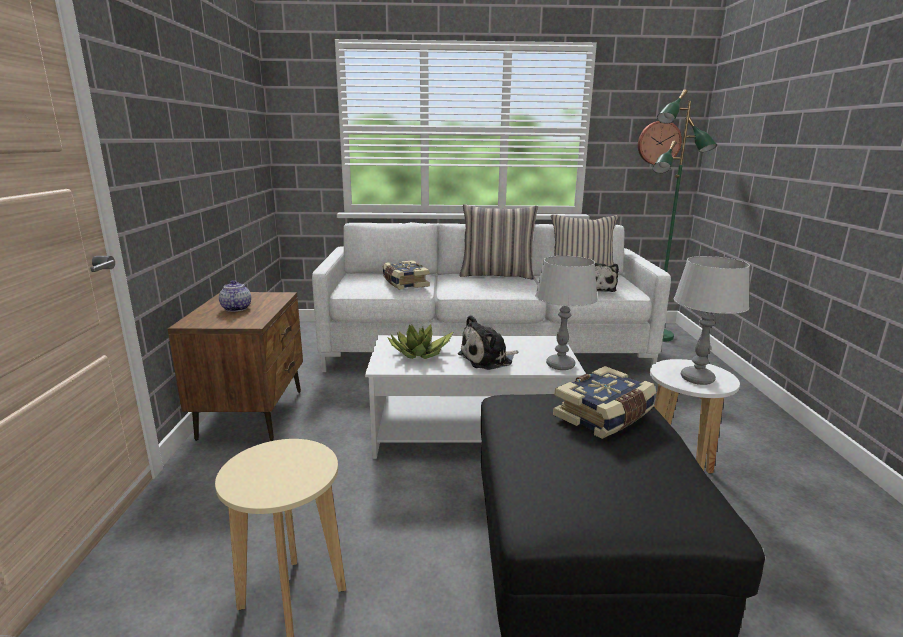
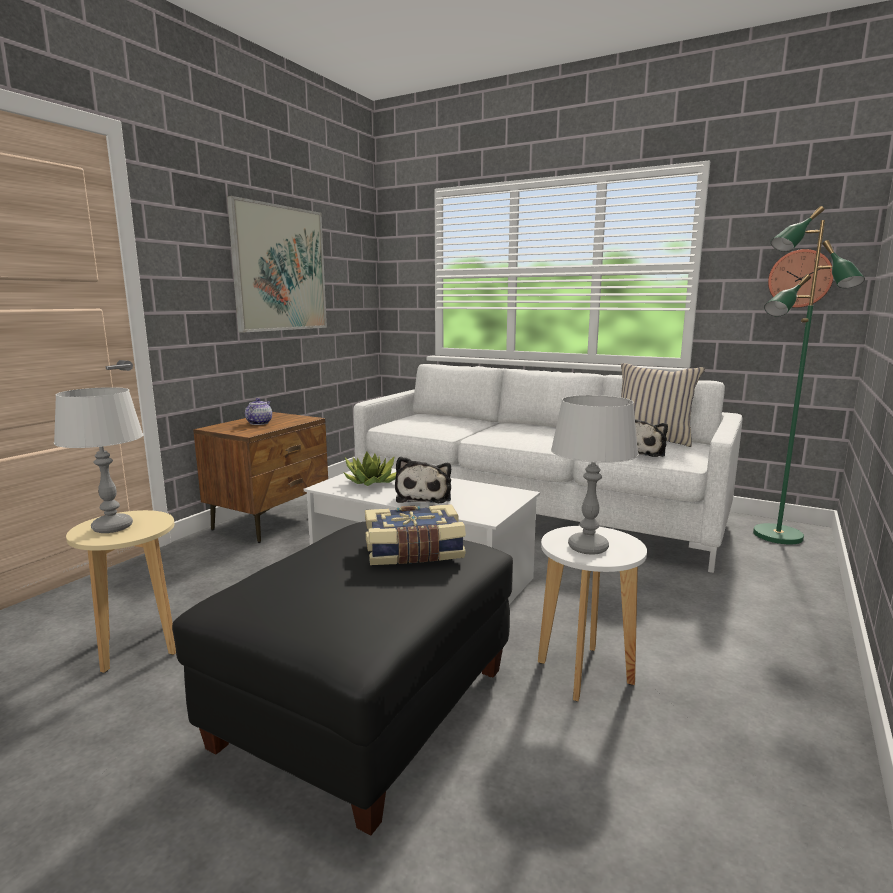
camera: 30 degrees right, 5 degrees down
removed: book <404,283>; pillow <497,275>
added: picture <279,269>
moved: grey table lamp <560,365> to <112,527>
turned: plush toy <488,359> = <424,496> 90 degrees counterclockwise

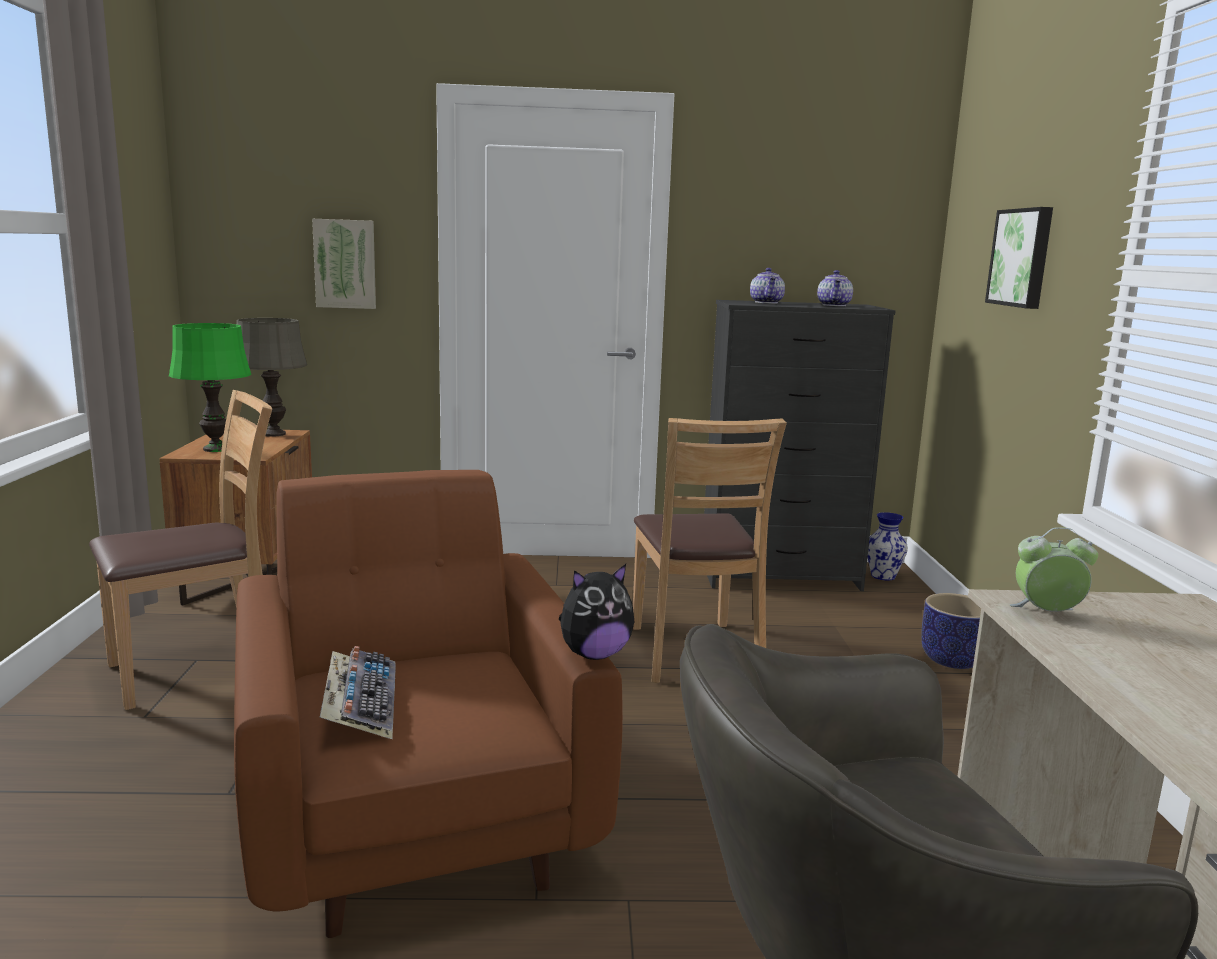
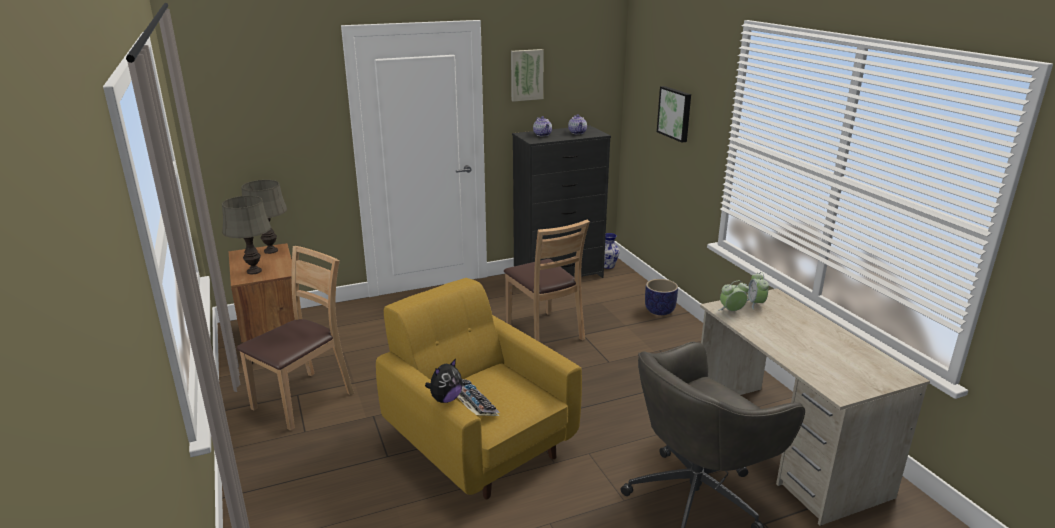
camera: 20 degrees left, 10 degrees up
added: alarm clock <755,304>
moved: picture <345,264> to <526,75>; plush toy <594,654> to <445,399>
recoloured: green table lamp <215,449> to grey table lamp <254,271>; brown armchair <415,812> to yellow armchair <478,442>

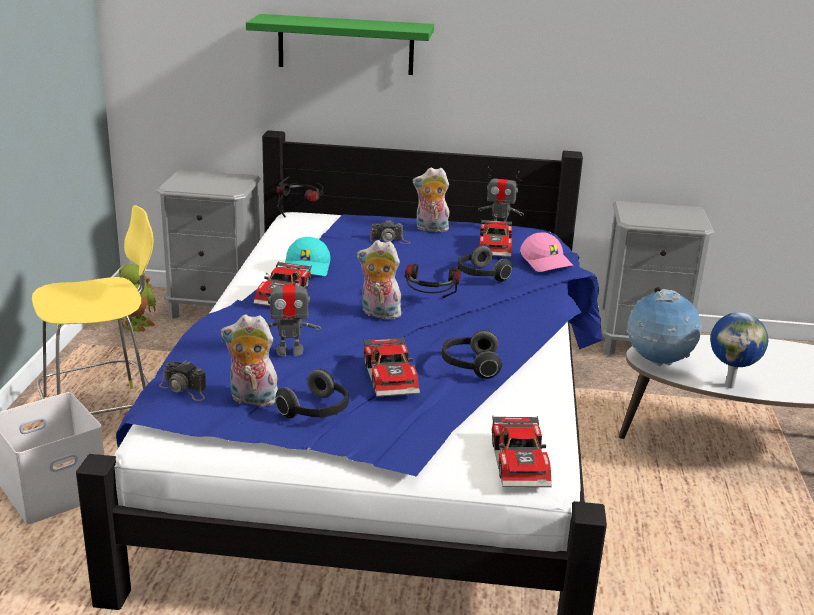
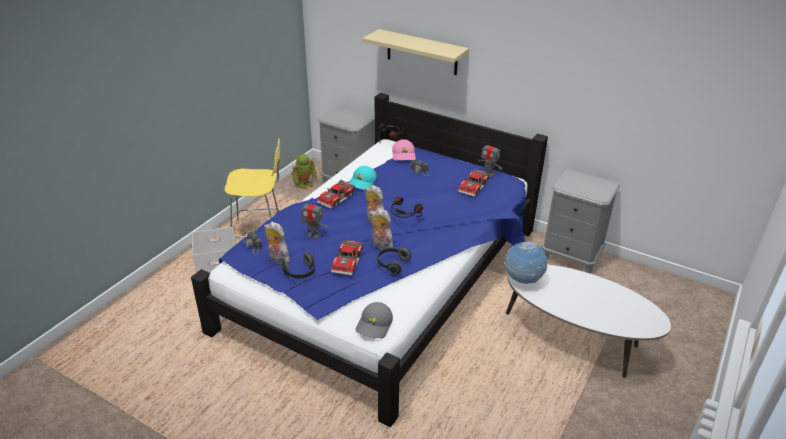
camera: 25 degrees right, 10 degrees up
removed: headphones <480,276>; globe <730,385>
moved: plush toy <430,229> to <380,245>; pink cap <547,262> to <404,155>
replaced: toy car <522,462> to grey cap <375,325>
recoloured: green shelf <345,44> to beige shelf <422,52>

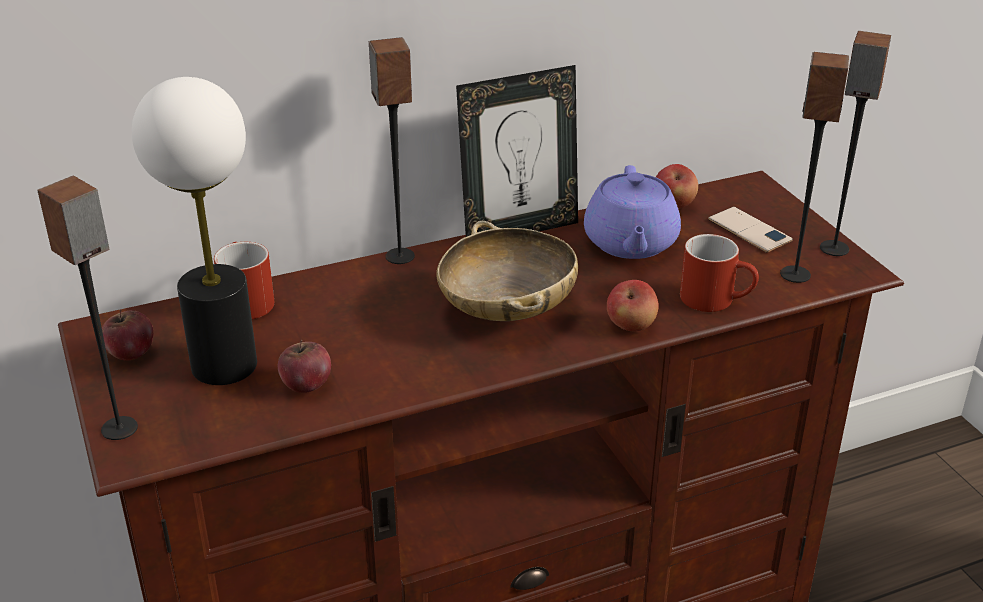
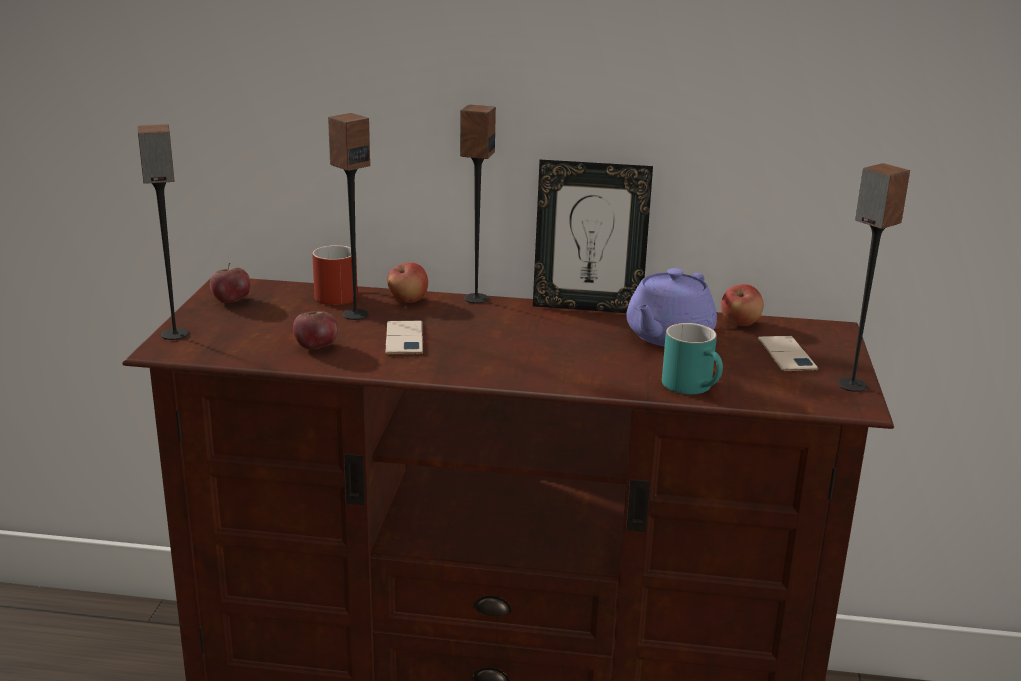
camera: 30 degrees right, 10 degrees down
removed: table lamp <223,365>; beige bowl <507,310>
added: phone <404,338>
moved: apple <631,326> to <408,300>; speaker <794,274> to <355,314>
recoloured: red mug <717,299> to turquoise mug <694,387>

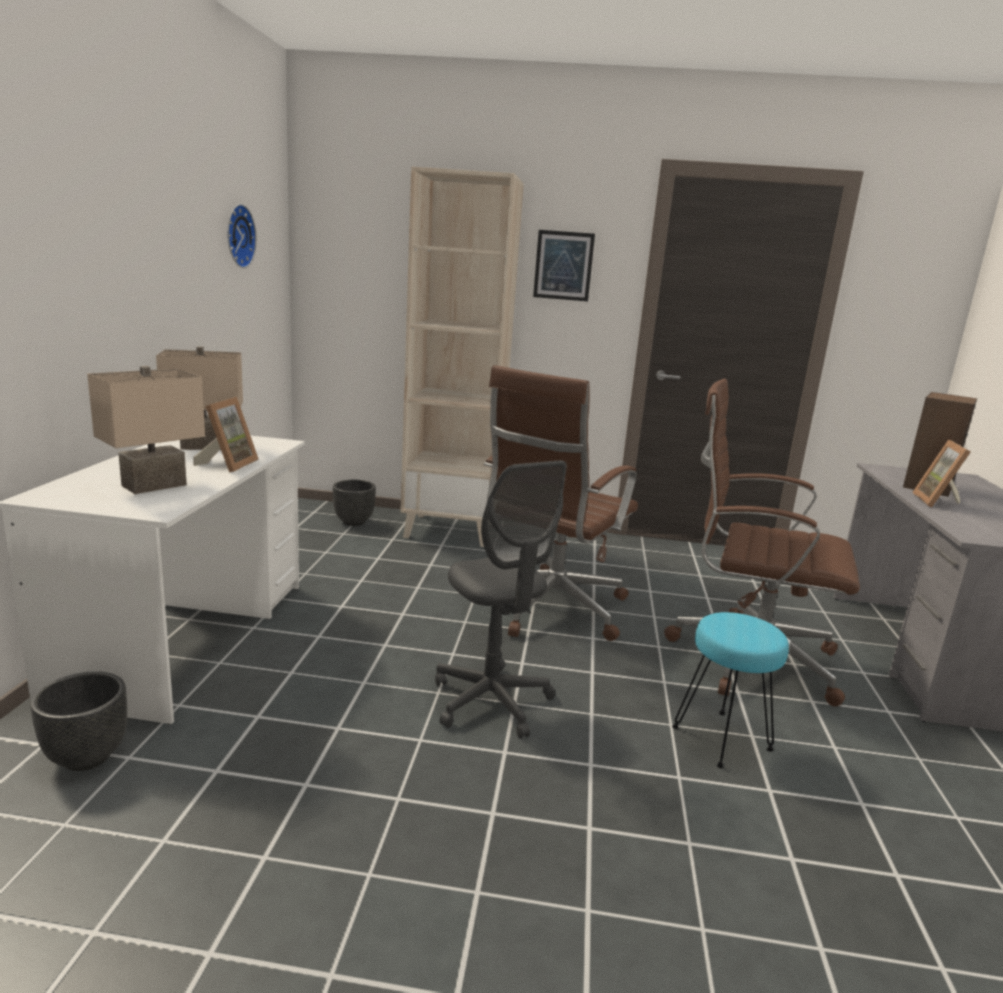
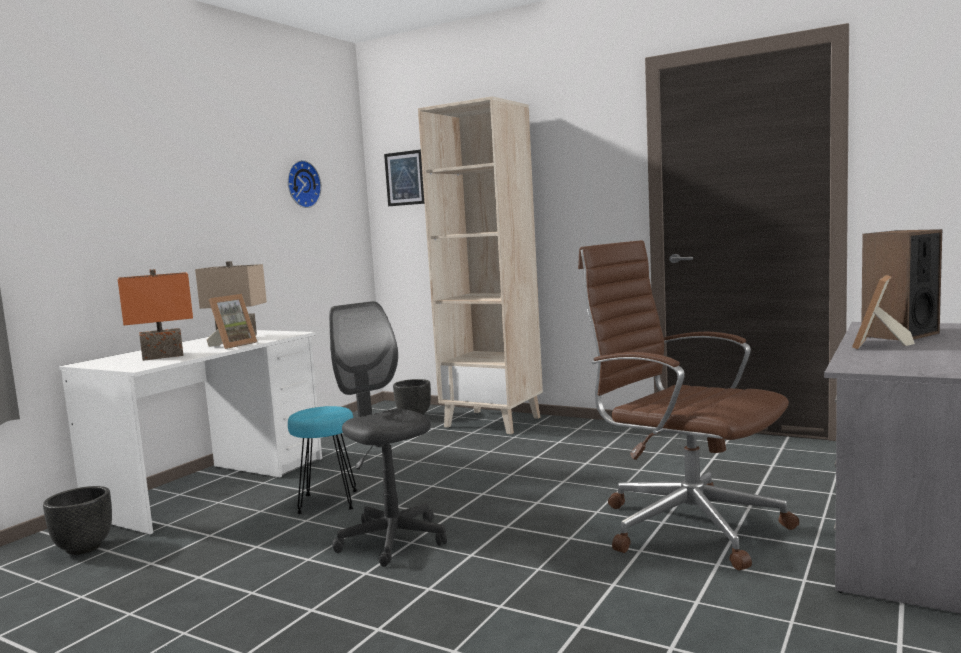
camera: 25 degrees right, 10 degrees down
removed: brown office chair <549,608>
moved: picture <563,265> to <404,178>; turquoise stool <722,740> to <328,502>
recoloured: beige table lamp <154,486> to orange table lamp <162,357>
turned: grey office chair <491,702> = <392,540> 150 degrees clockwise

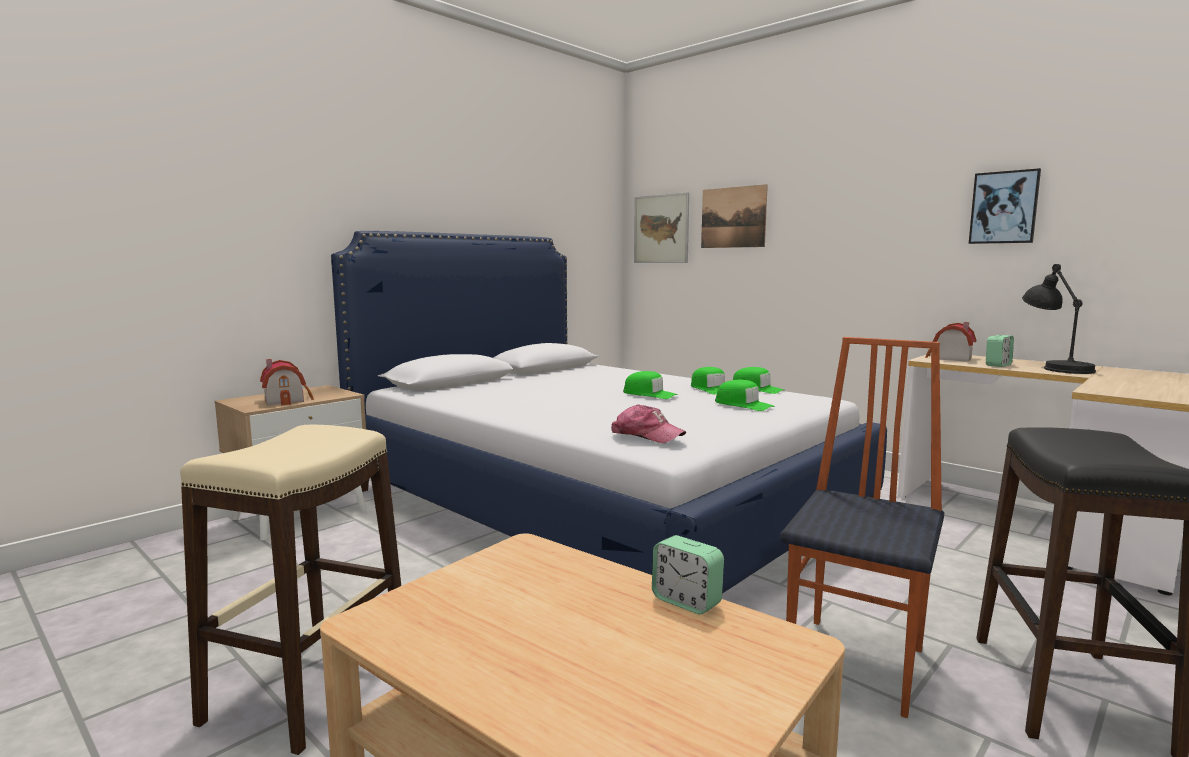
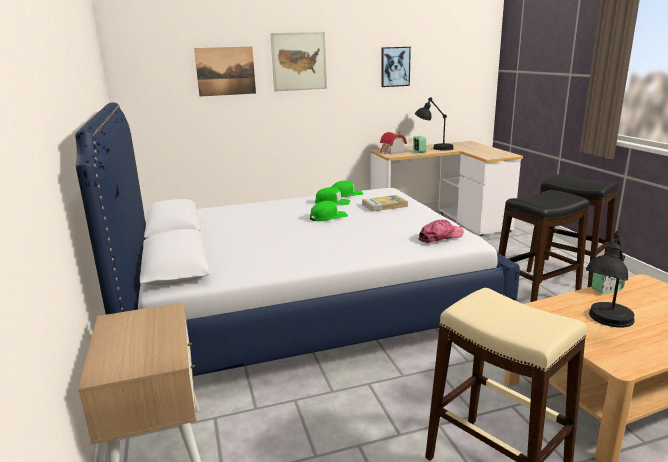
camera: 60 degrees left, 10 degrees up
removed: toy house <287,400>
added: black table lamp <605,324>
moved: picture <661,229> to <299,61>
replaced: green cap <743,405> to book <384,205>; chair <859,663> to black stool <535,299>

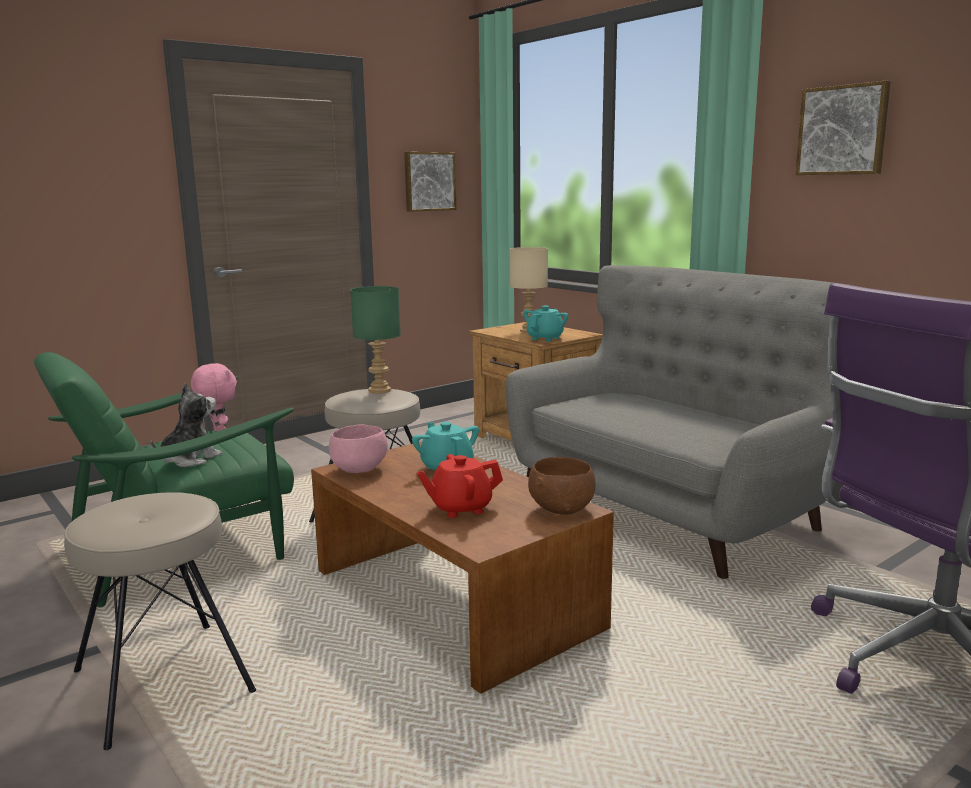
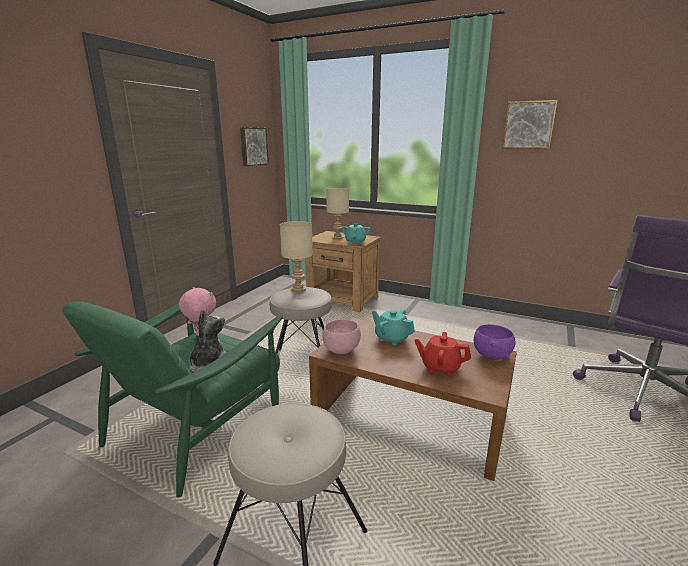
camera: 25 degrees left, 5 degrees up
removed: grey sofa <670,509>
recoloured: green table lamp <378,391> to beige table lamp <298,289>; brown bowl <562,509> to purple bowl <492,355>
turned: red teapot <460,508> = <440,367> 60 degrees clockwise

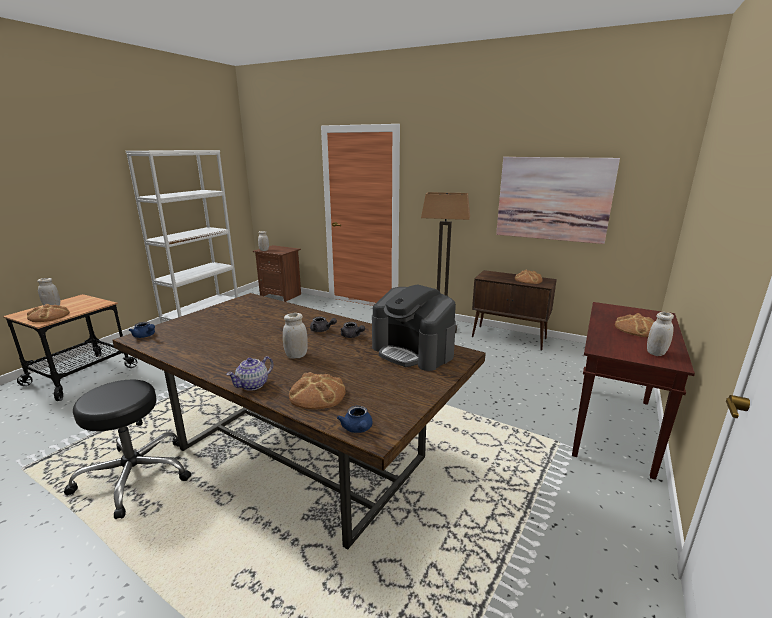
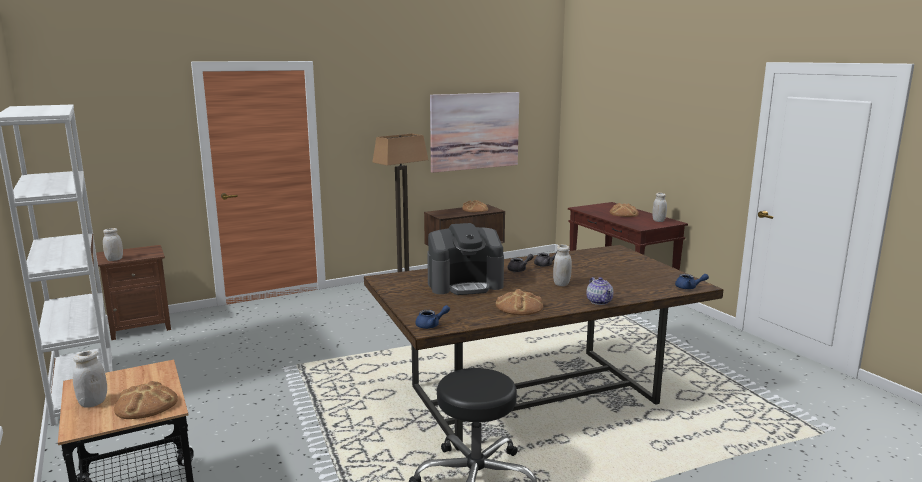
camera: 55 degrees left, 5 degrees down
moved: bread <317,394> to <519,307>; coffee machine <413,351> to <465,284>

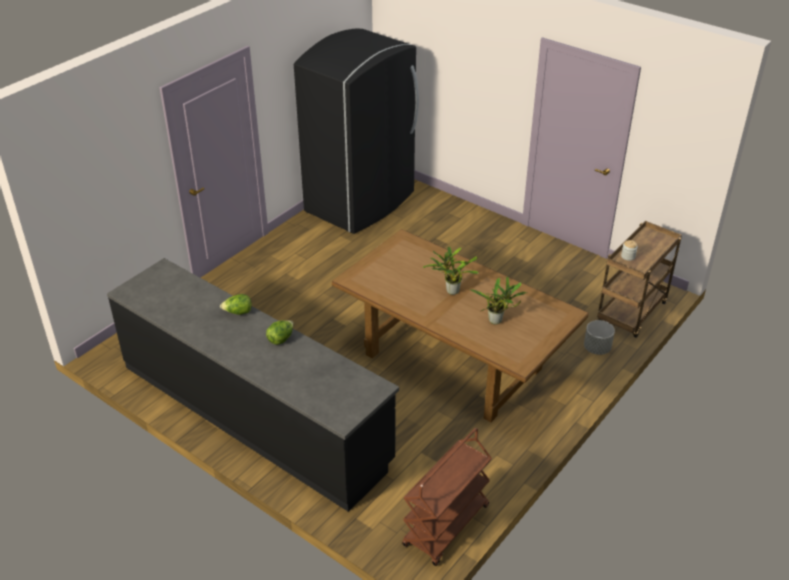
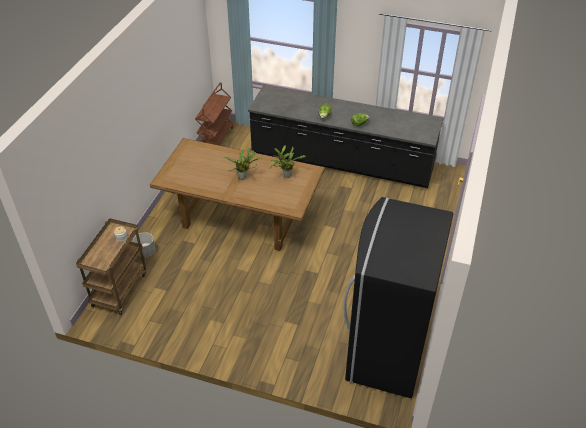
camera: 160 degrees right, 5 degrees up
moved: potted plant <497,321> to <285,176>

